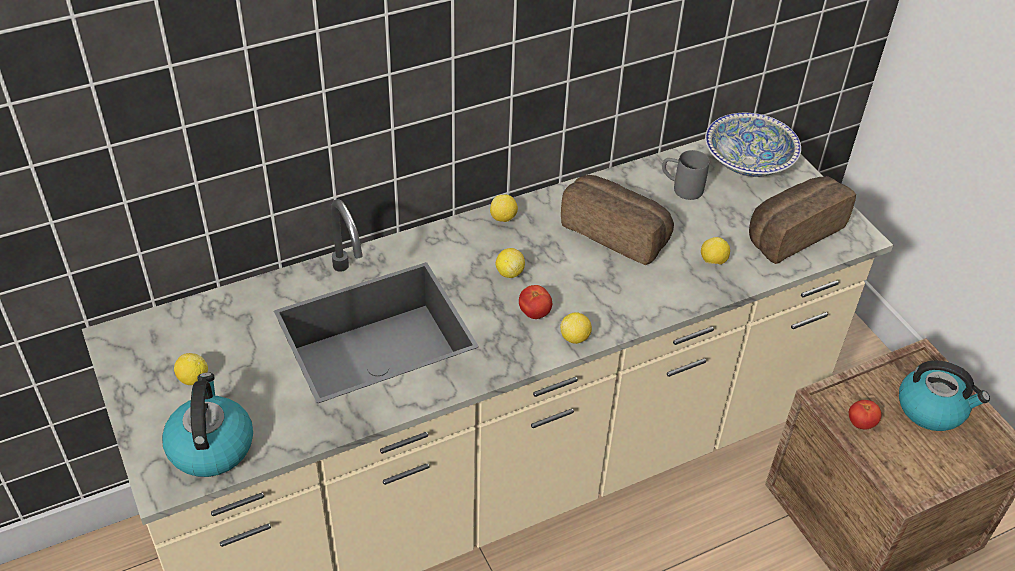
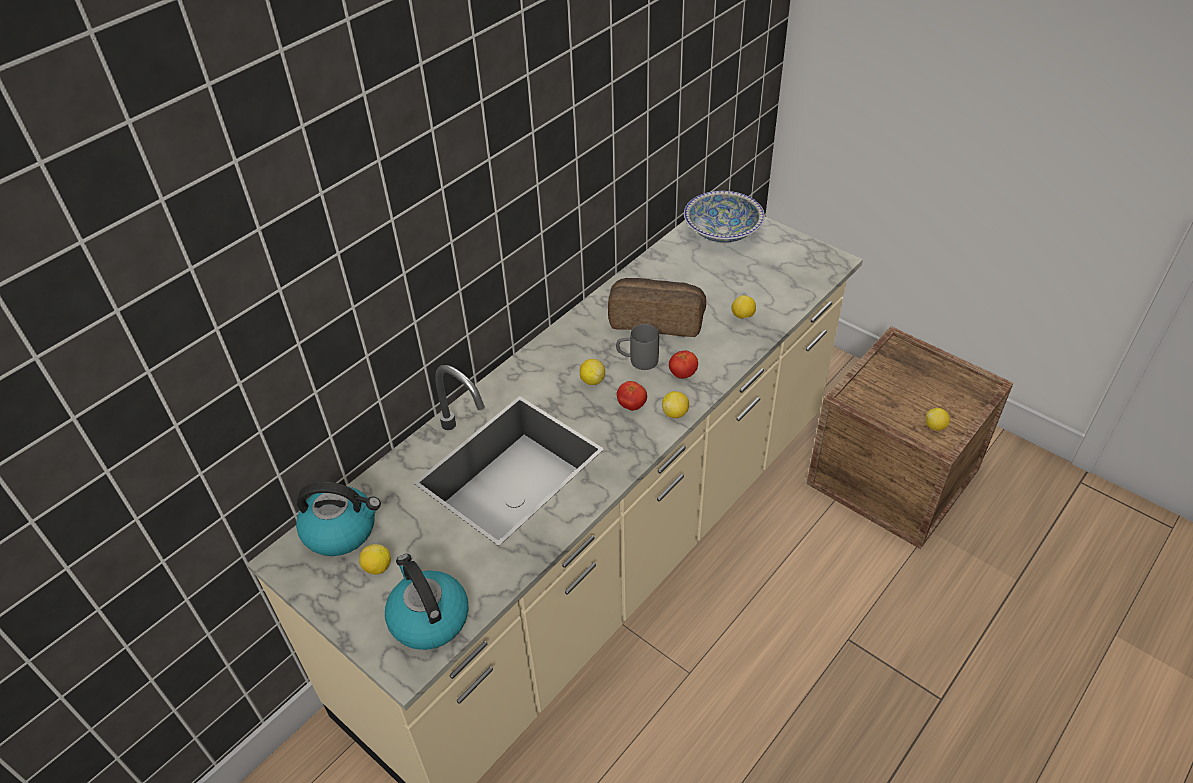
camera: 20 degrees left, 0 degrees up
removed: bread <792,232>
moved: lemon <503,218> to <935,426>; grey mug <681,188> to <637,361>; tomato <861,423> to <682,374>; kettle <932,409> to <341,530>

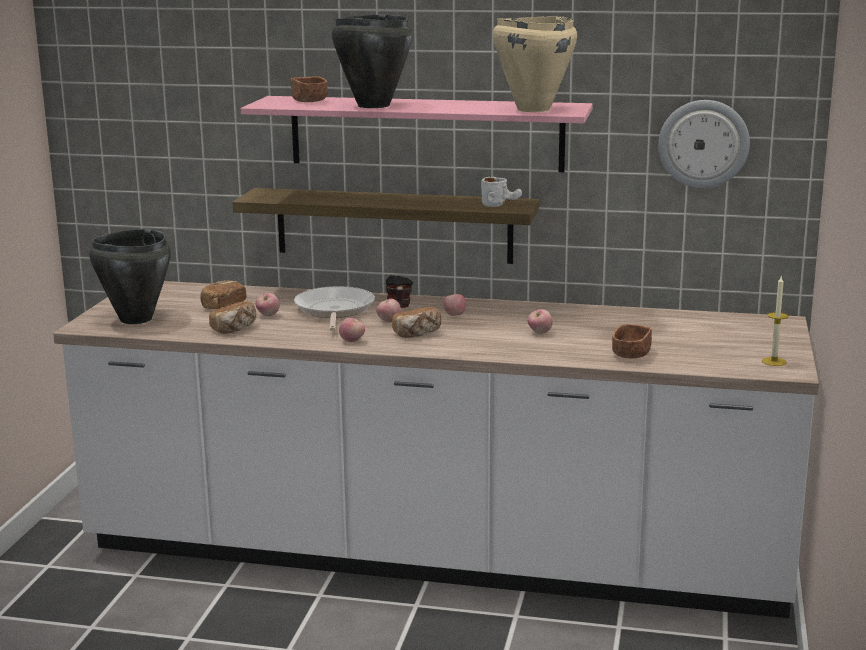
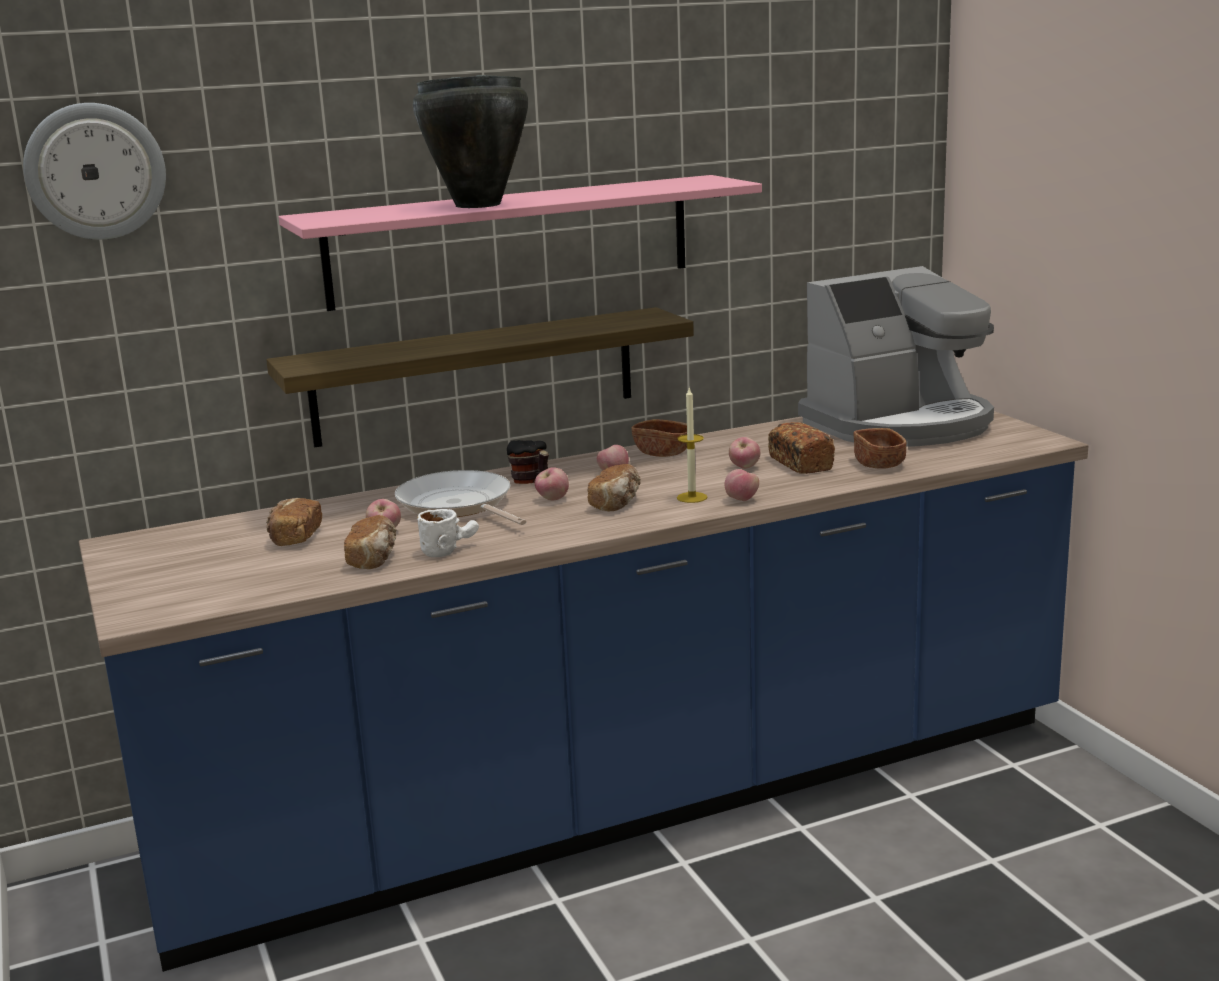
camera: 35 degrees left, 0 degrees up
removed: black cooking pot <135,319>; beige cooking pot <532,109>
added: bread <800,463>; coffee machine <900,424>
moved: brown bowl <309,101> to <662,453>; apple <352,341> to <741,500>; white mug <501,204> to <449,549>; wall clock <703,143> to <95,171>; candle <774,361> to <692,497>
recoloured: white counter <435,554> to blue counter <623,797>

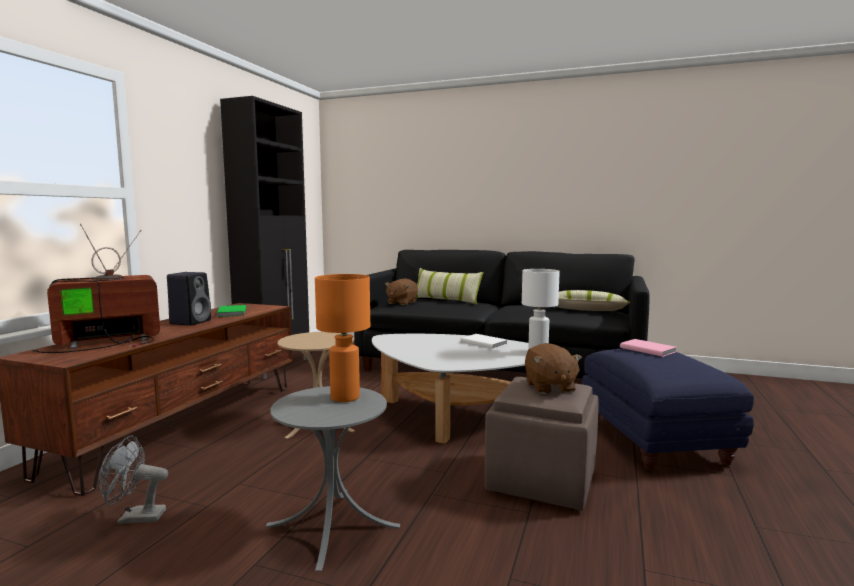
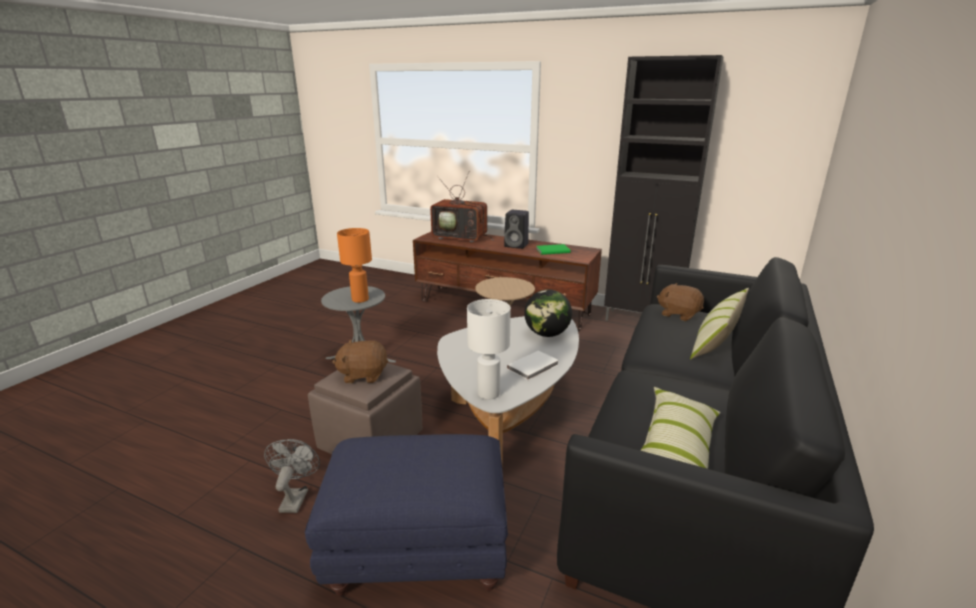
camera: 95 degrees right, 15 degrees up
removed: pink book <647,349>
added: globe <547,334>
moved: grey fan <134,518> to <295,497>
turned: television <106,342> = <462,237> 135 degrees clockwise

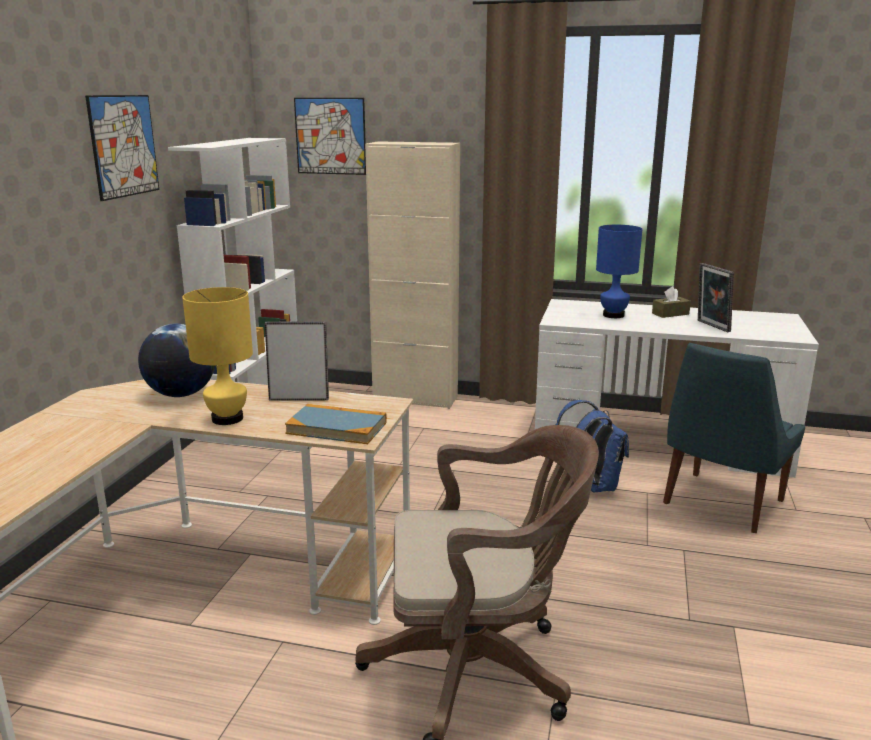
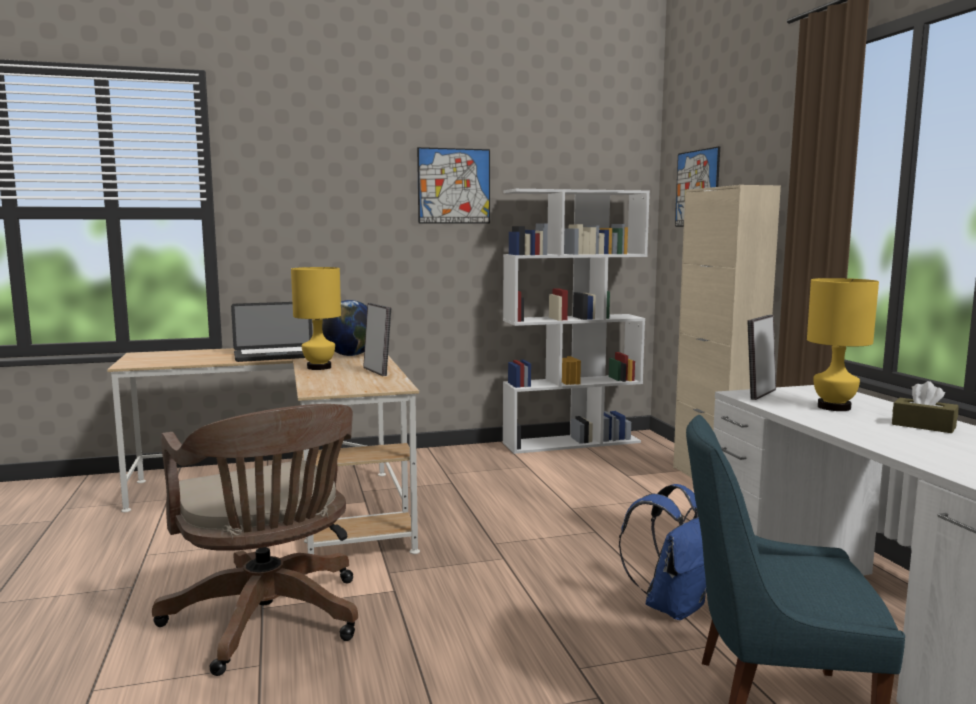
camera: 60 degrees right, 10 degrees down
removed: book <337,428>
added: laptop <275,356>
moved: picture frame <711,326> to <759,394>
recoloured: blue table lamp <613,315> to yellow table lamp <834,407>

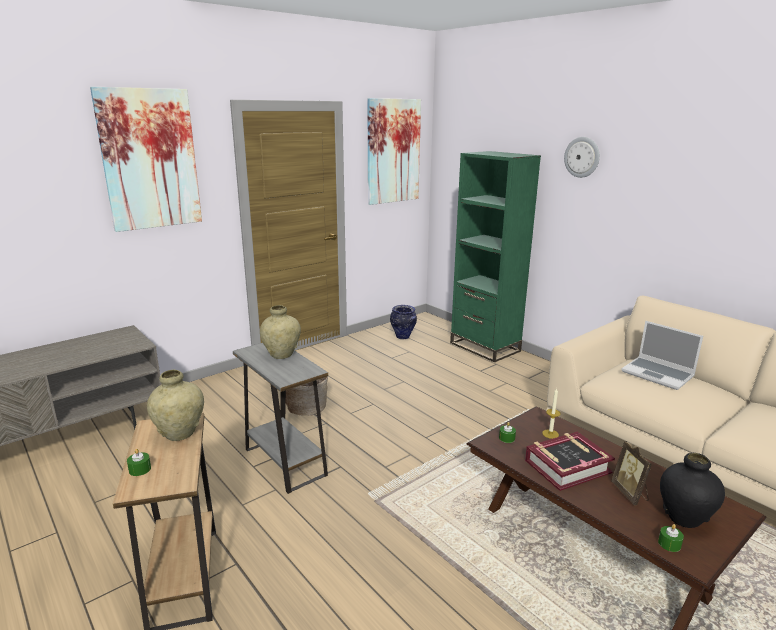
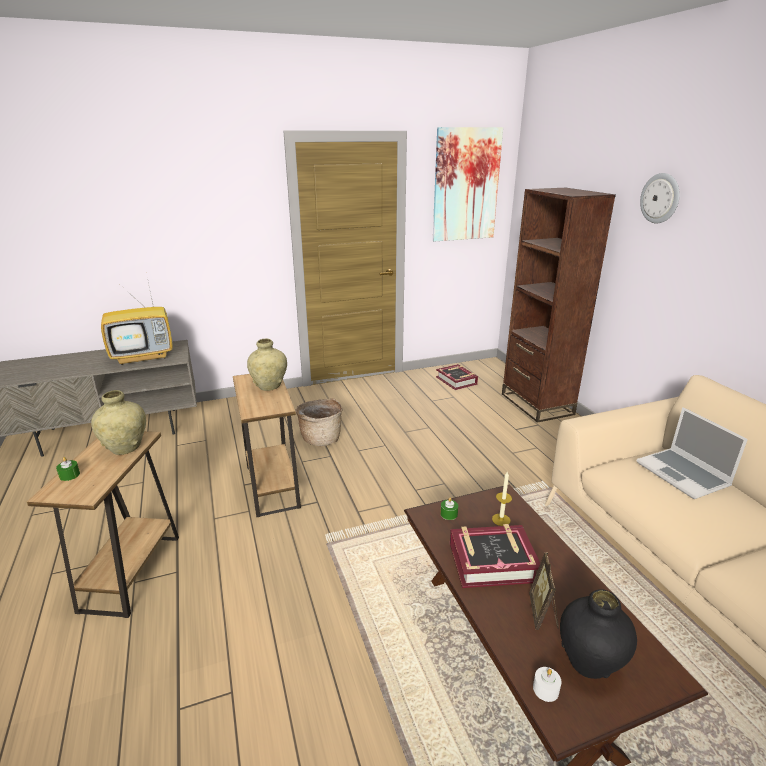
camera: 20 degrees right, 5 degrees up
removed: picture <150,159>
added: television <144,356>
replaced: vase <403,337> to book <456,380>
recoloured: grey side table <285,462> to brown side table <272,486>; green bookcase <484,347> to brown bookcase <536,404>; green candle <669,544> to white candle <545,689>

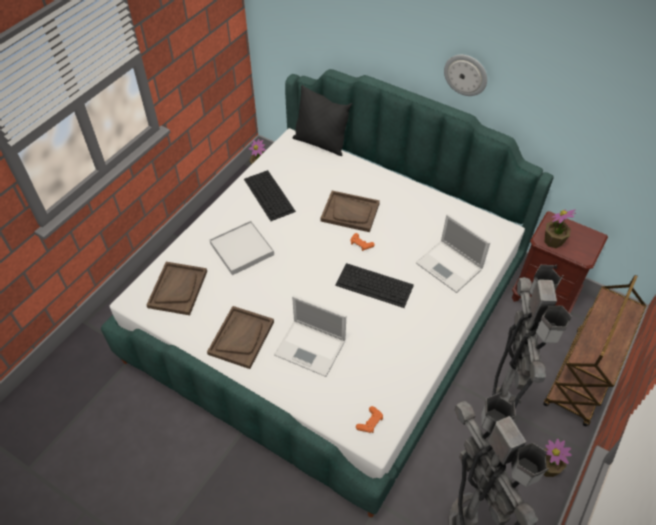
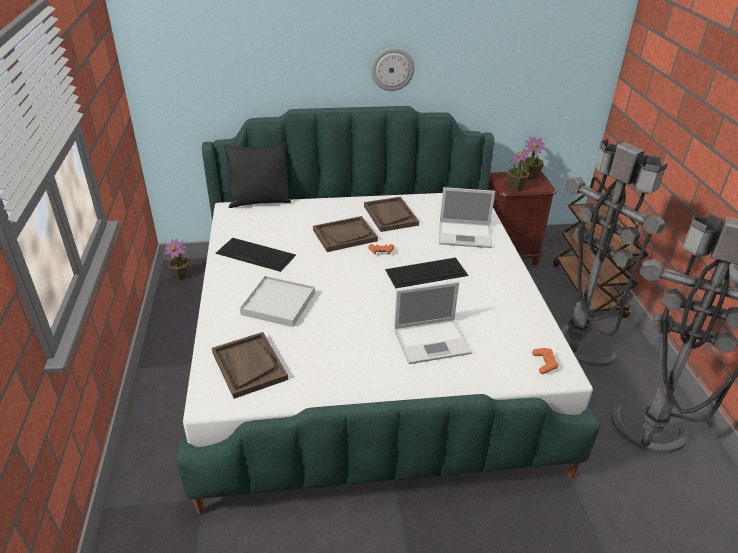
camera: 40 degrees left, 15 degrees down
moved: brown tray <241,337> to <390,215>; potted plant <547,468> to <530,176>

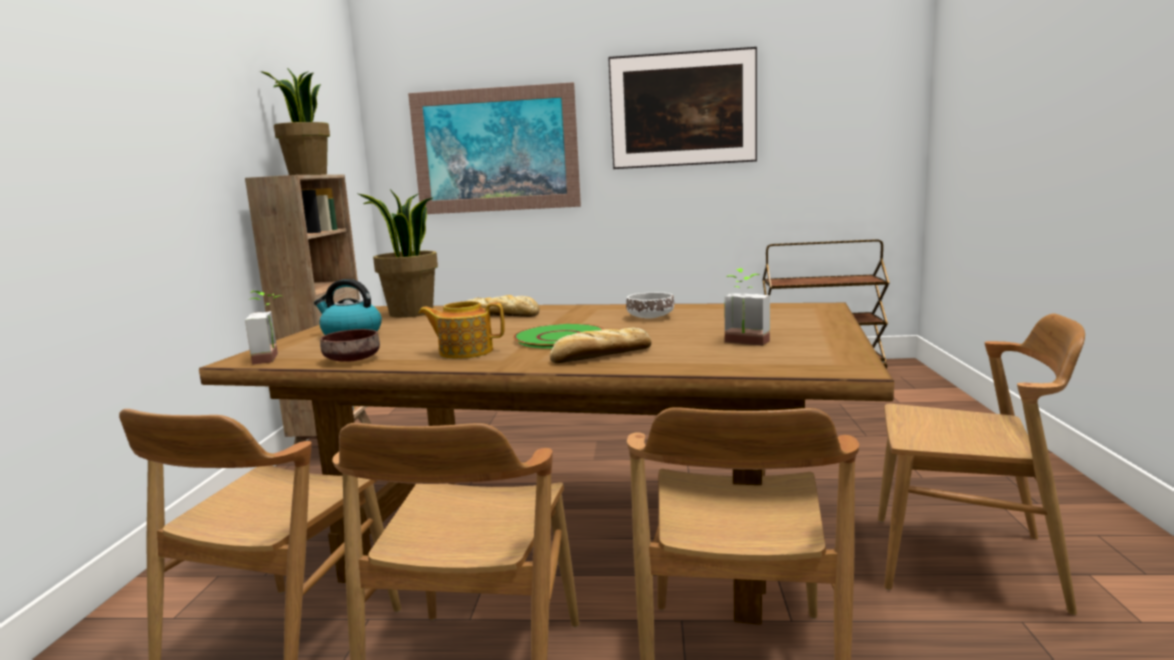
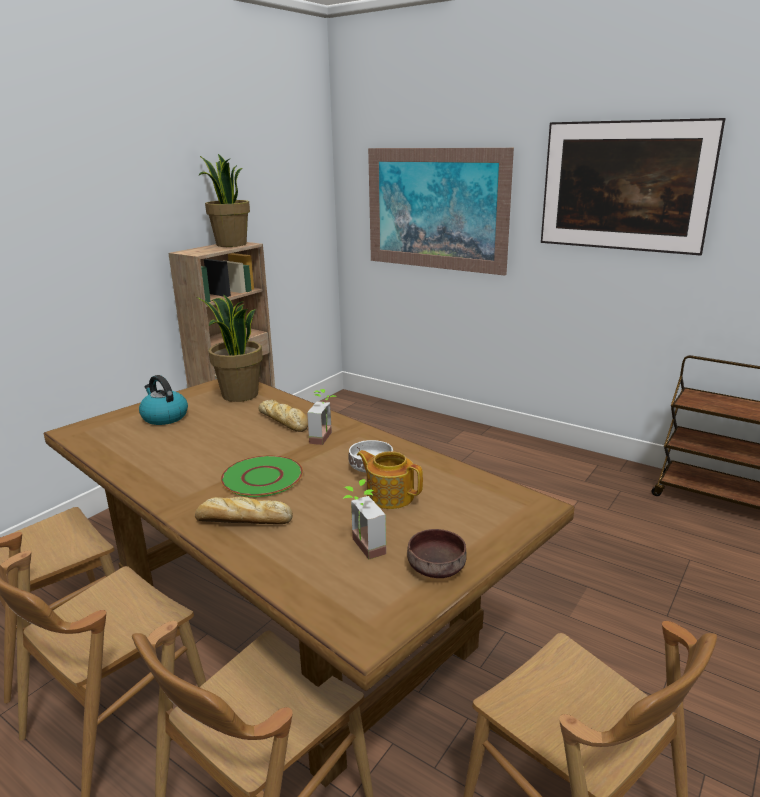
camera: 30 degrees right, 10 degrees up
moved: potted plant <274,357> to <326,438>; brown bowl <354,360> to <438,568>; teapot <465,351> to <389,496>

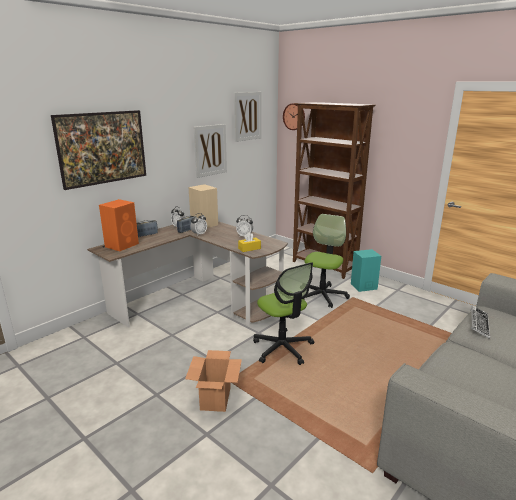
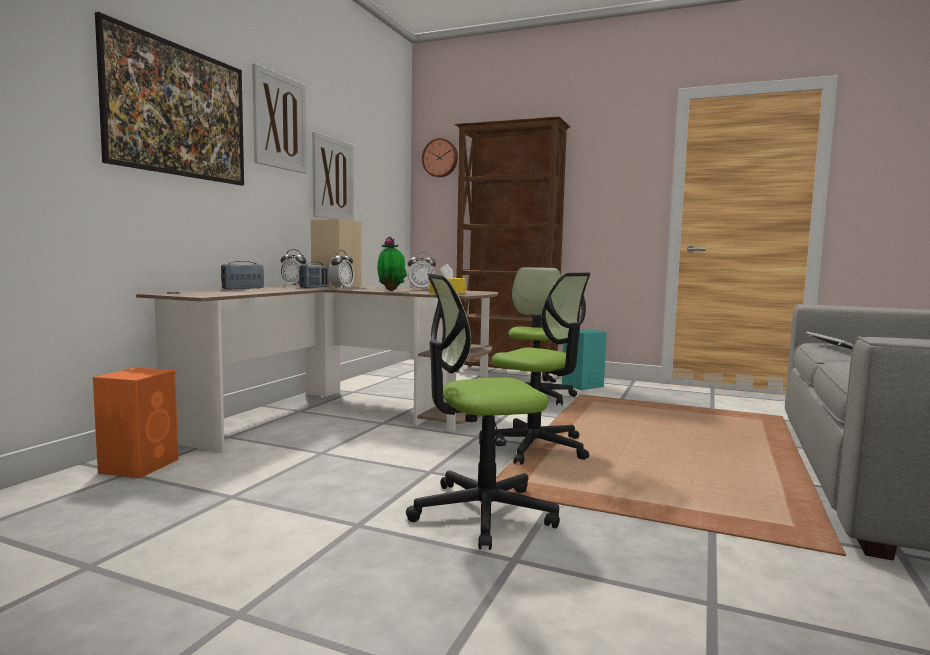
camera: 20 degrees left, 15 degrees down
added: potted plant <391,290>
moved: orange speaker <122,245> to <140,465>; picture <247,116> to <279,122>
replaced: cardboard box <215,398> to office chair <482,513>

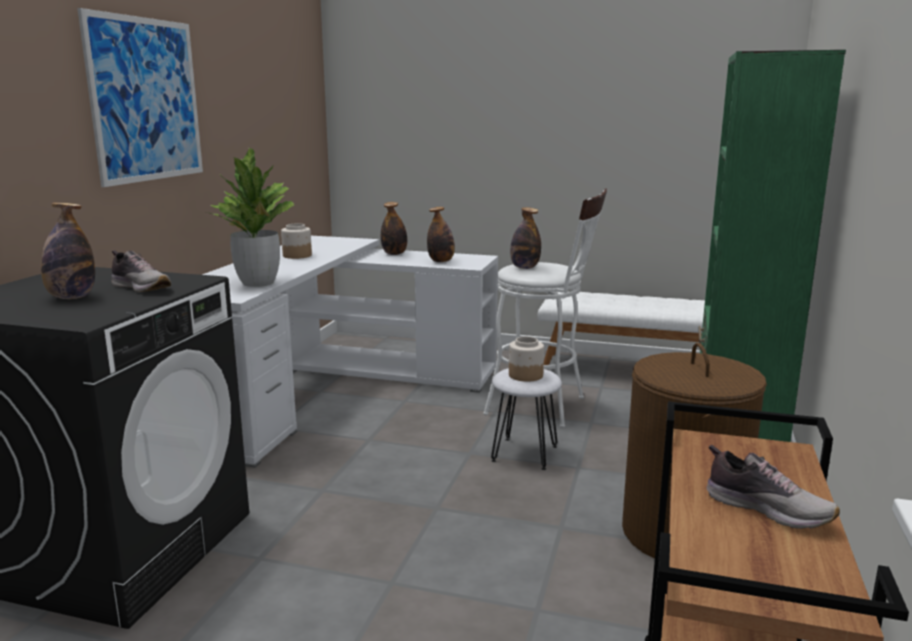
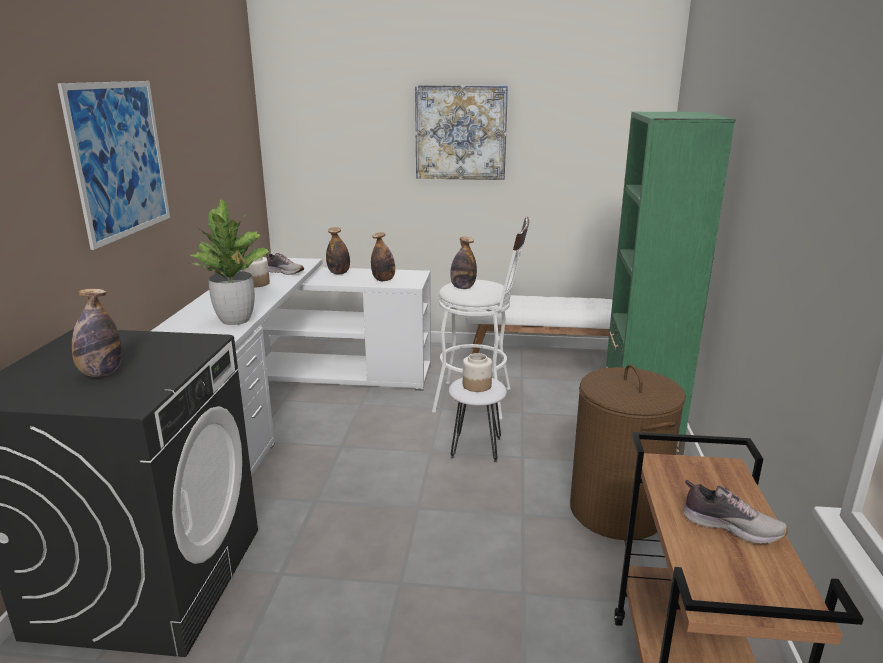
camera: 10 degrees left, 5 degrees up
added: picture <460,132>
moved: shoe <142,287> to <285,272>

